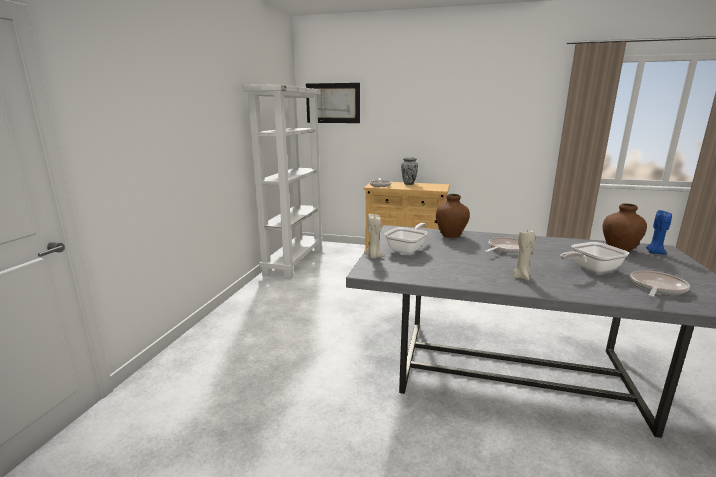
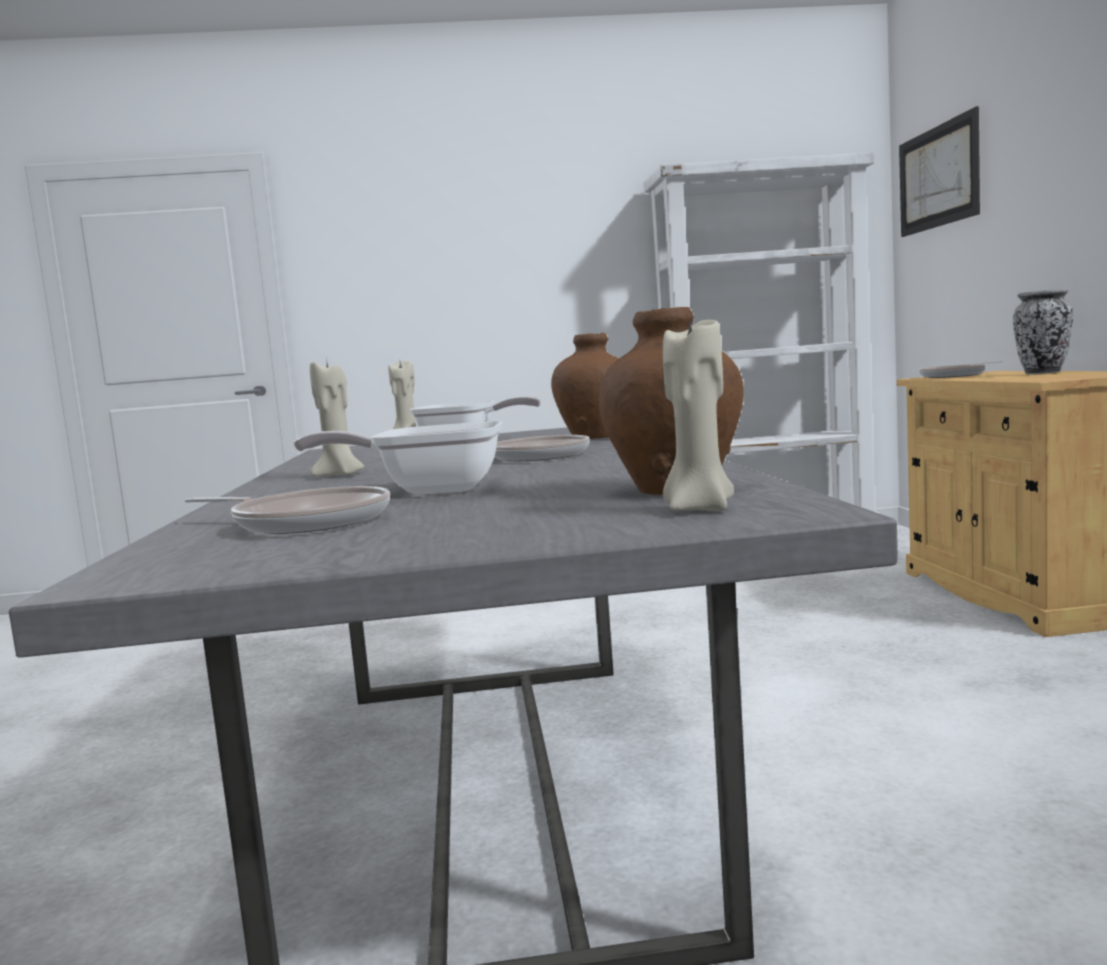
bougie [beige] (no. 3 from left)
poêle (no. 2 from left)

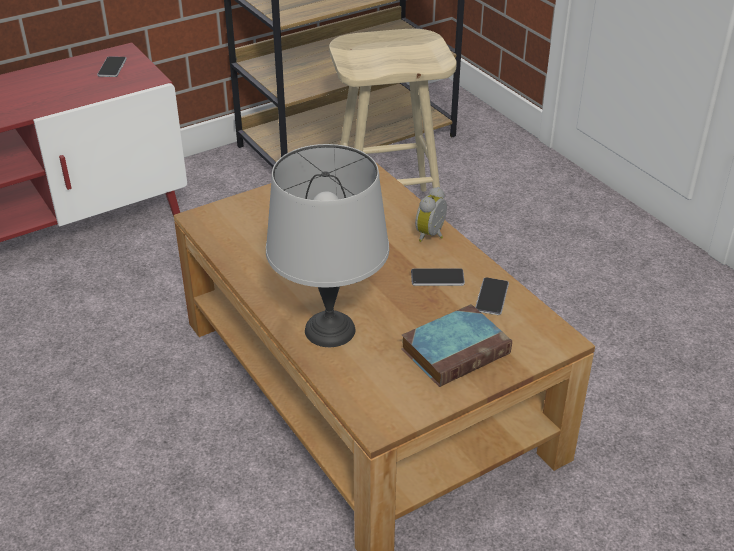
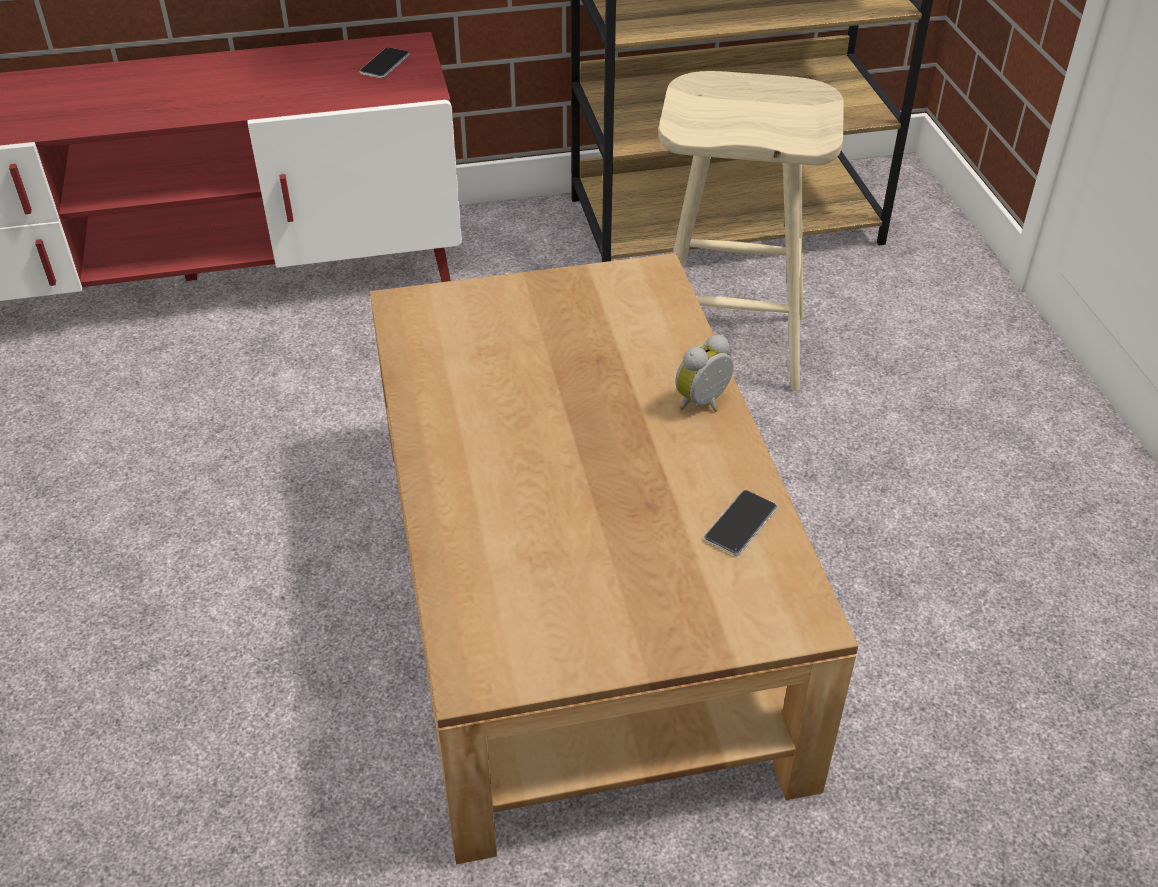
lampe de table [gris]
téléphone (no. 2 from left in the first image)
livre

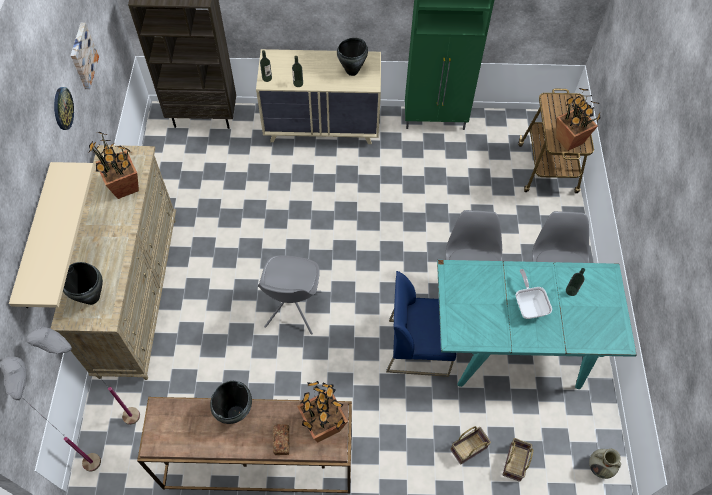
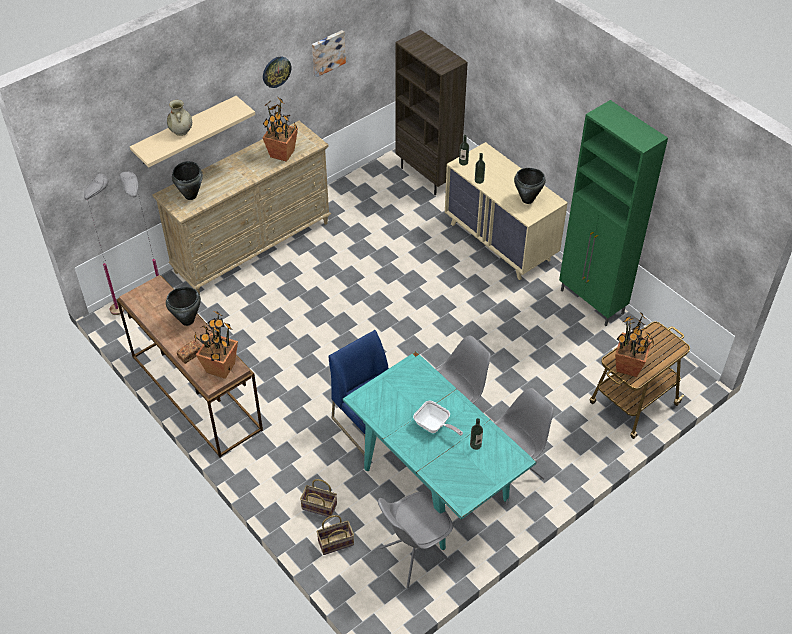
chaise [gris] (no. 1 from left)
poêle
vase [beige]

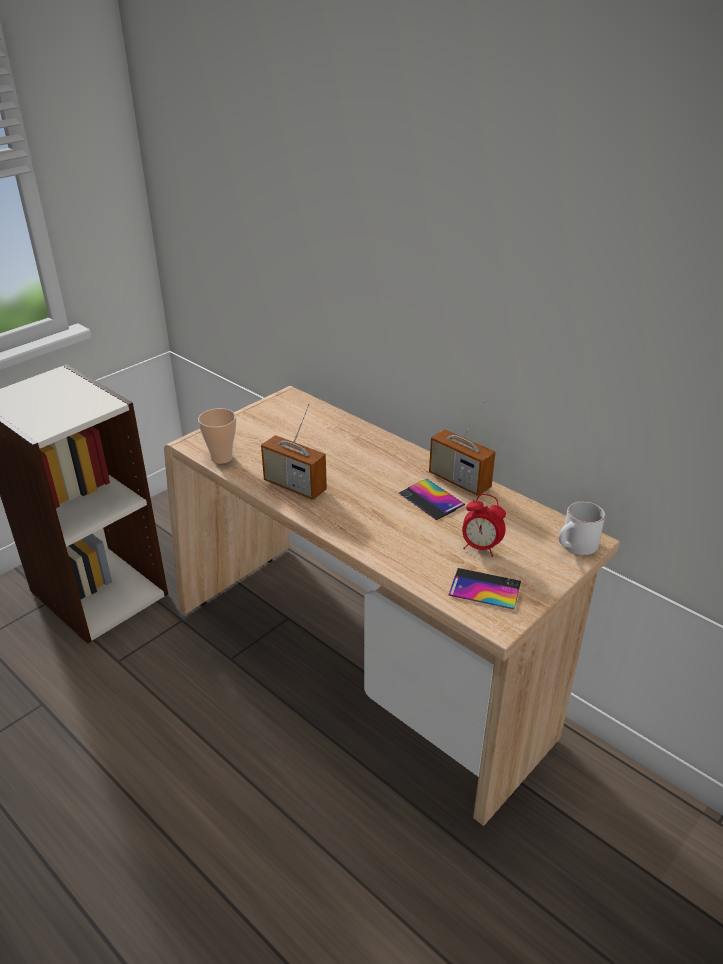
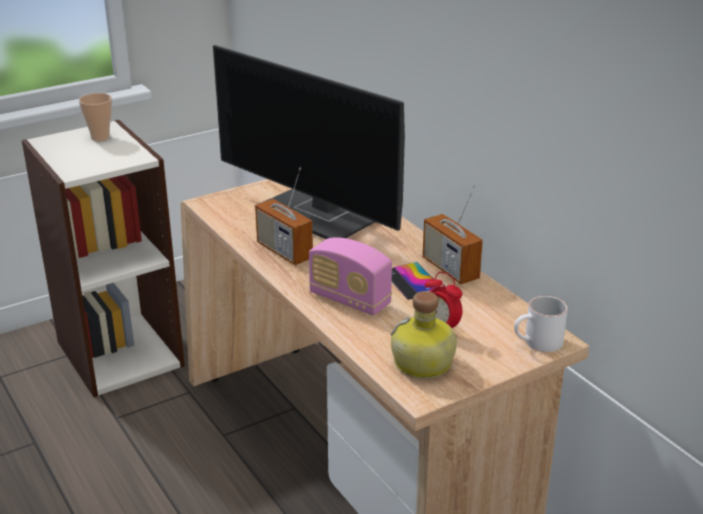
tasse
bouteille
écran d'ordinateur
radio (no. 2 from left)

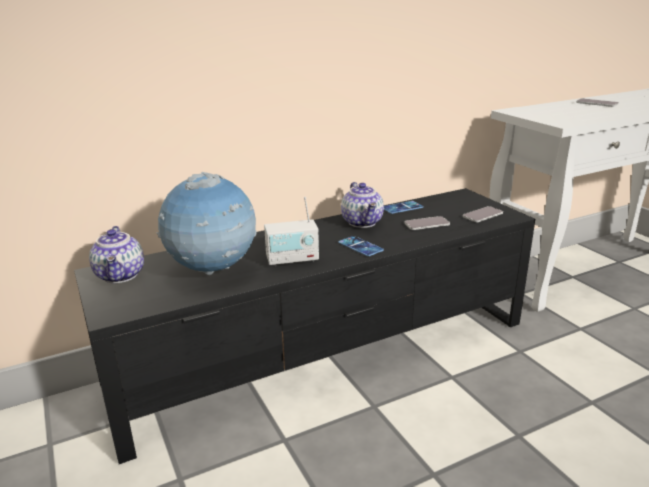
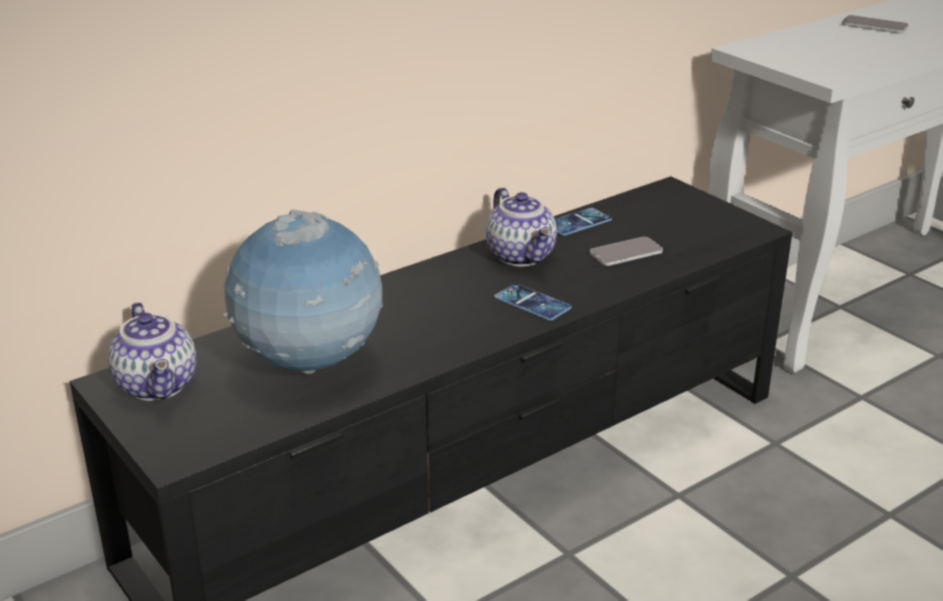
radio
téléphone (no. 4 from left in the first image)

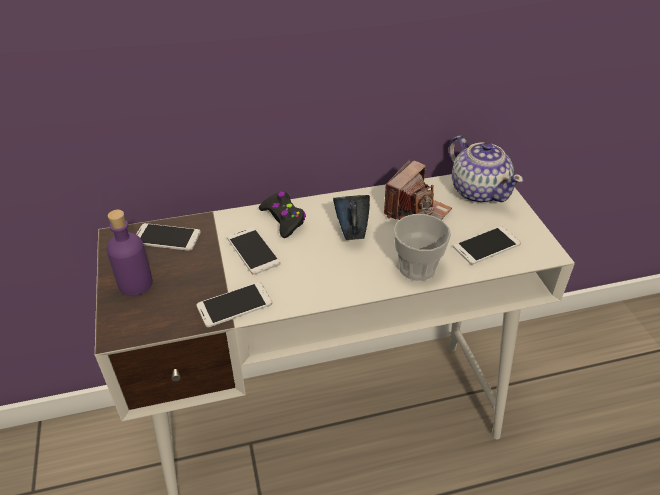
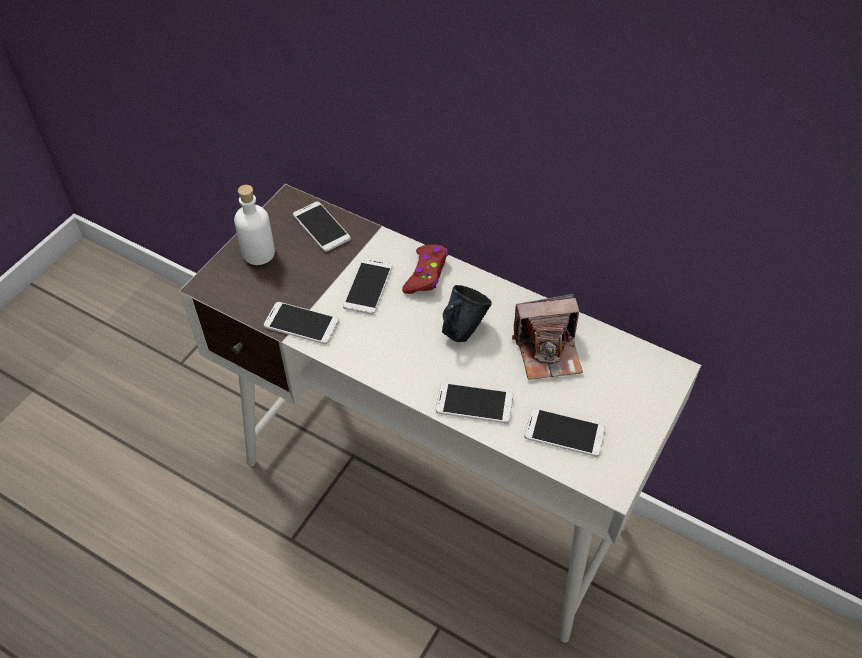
théière
manette [rouge]
bouteille [blanc]
téléphone (no. 4 from left)

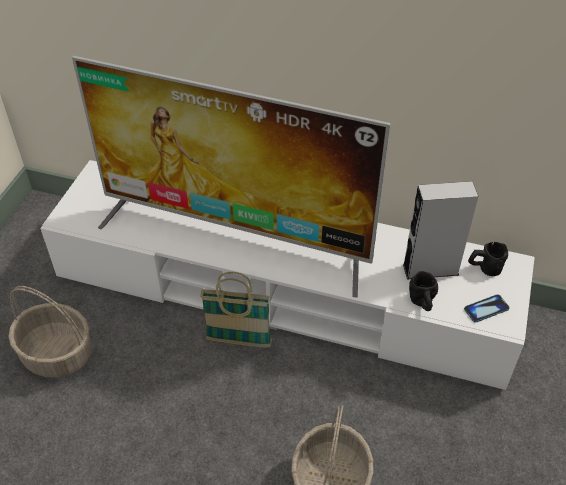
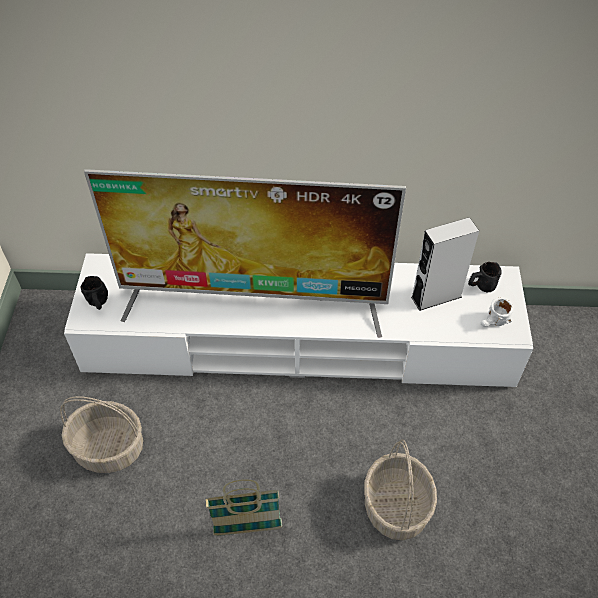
mug [noir] (no. 1 from left)
panier (no. 2 from left)
mug [blanc]

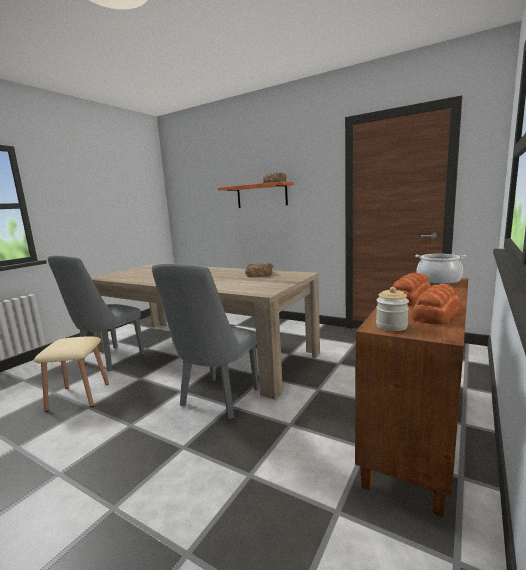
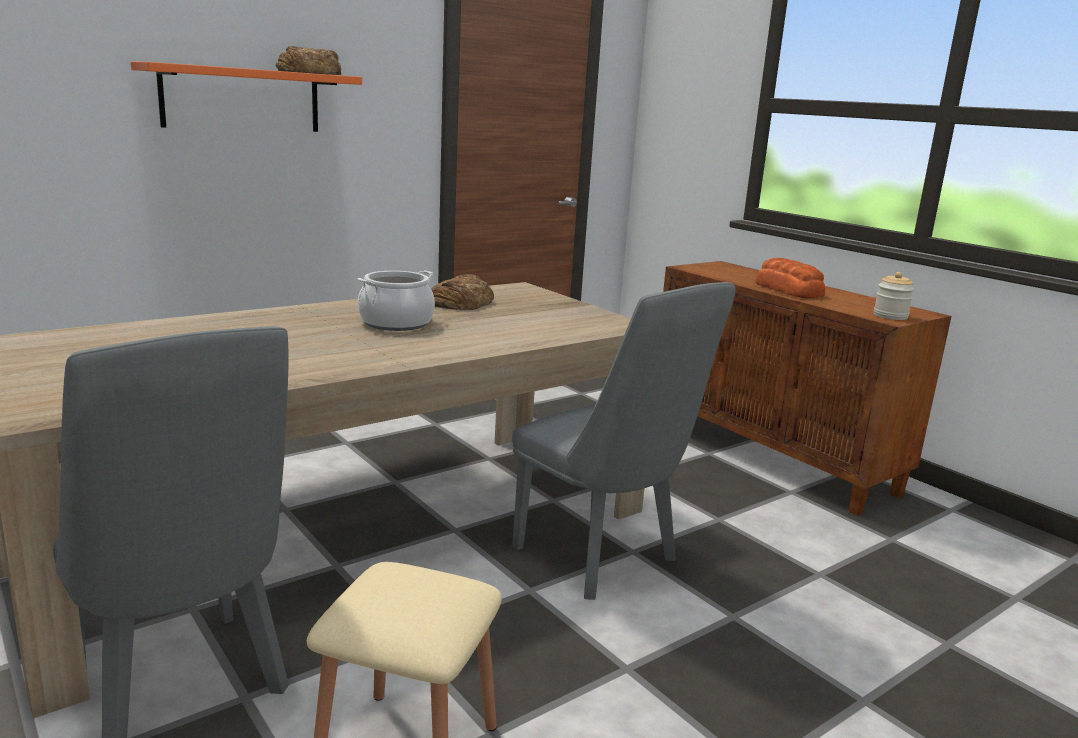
marmite
pain (no. 4 from left in the first image)

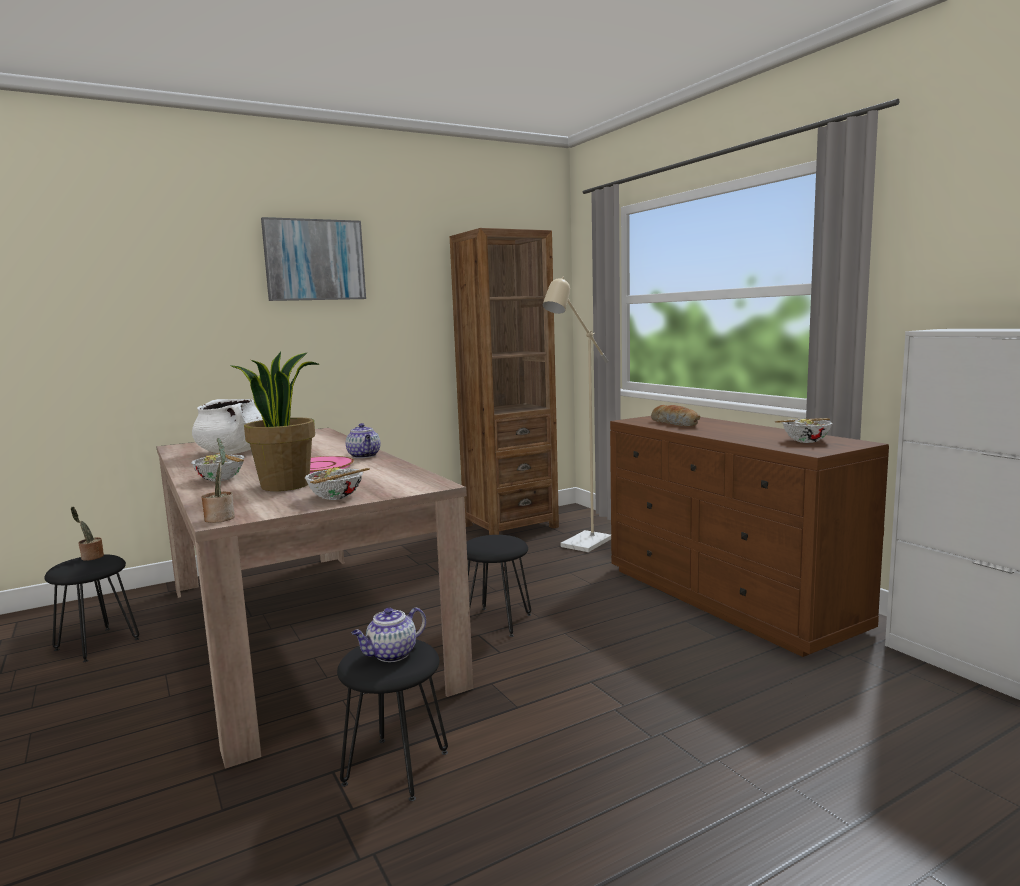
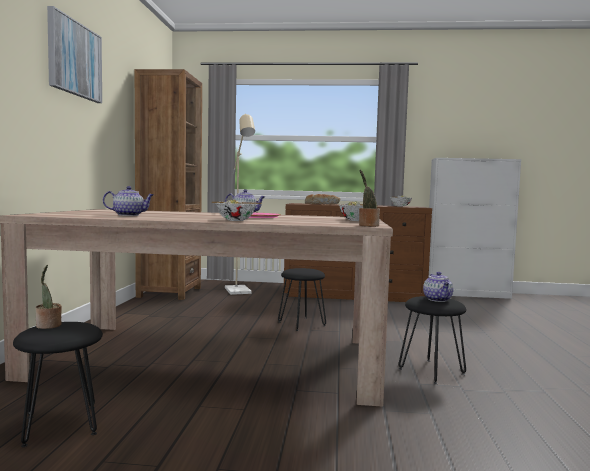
plante en pot (no. 3 from left in the first image)
théière (no. 1 from left)

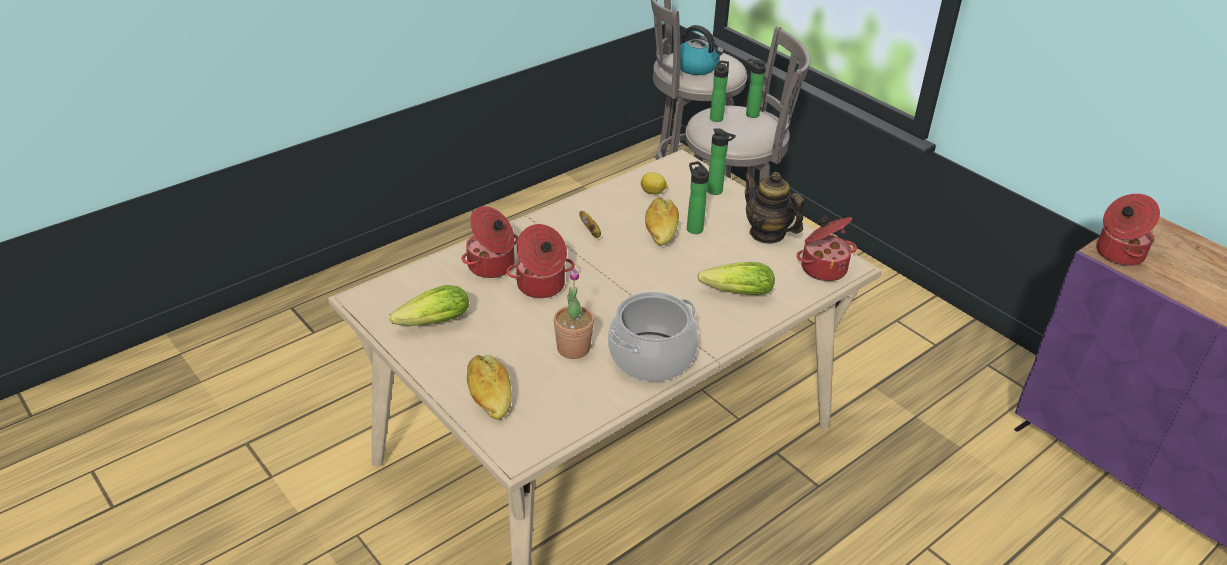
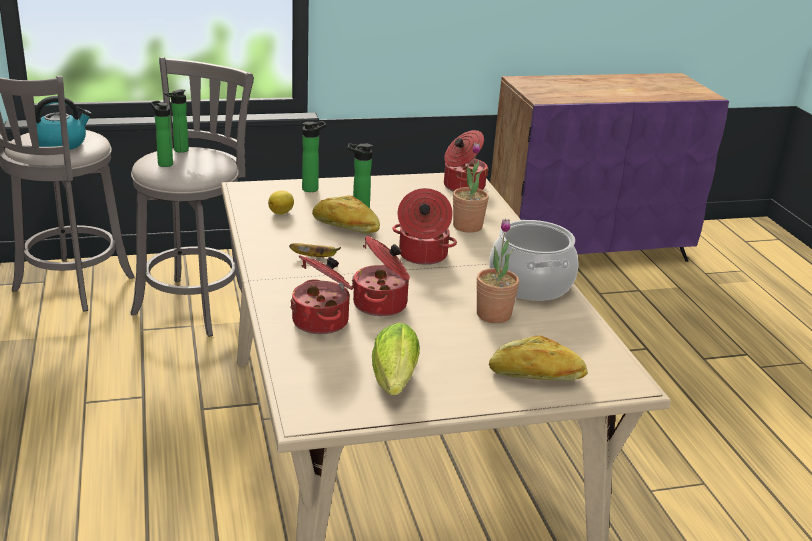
théière
marmite (no. 3 from left)
plante en pot (no. 1 from left)

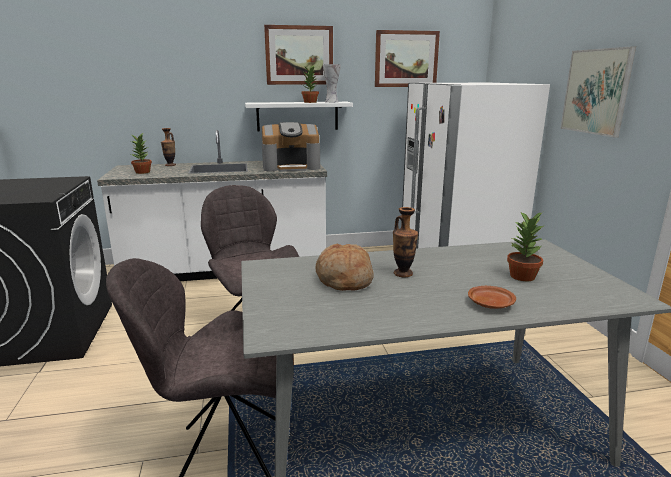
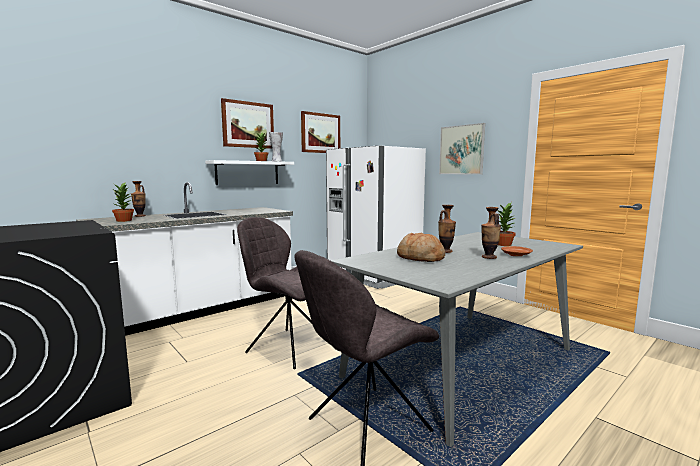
machine à café
vase (no. 4 from left)

